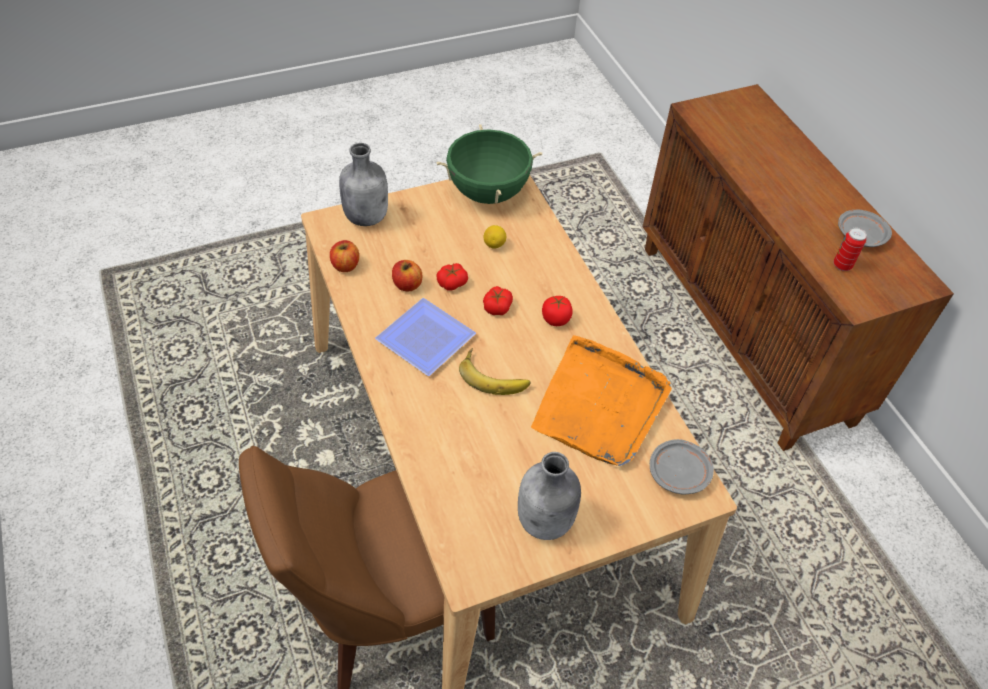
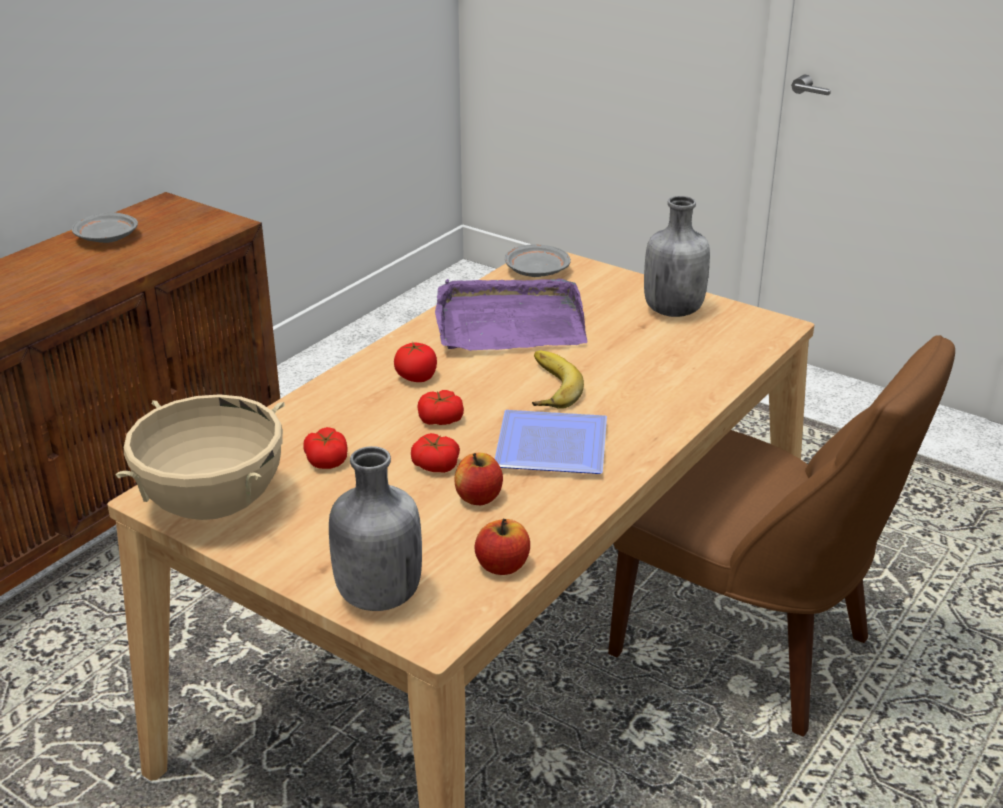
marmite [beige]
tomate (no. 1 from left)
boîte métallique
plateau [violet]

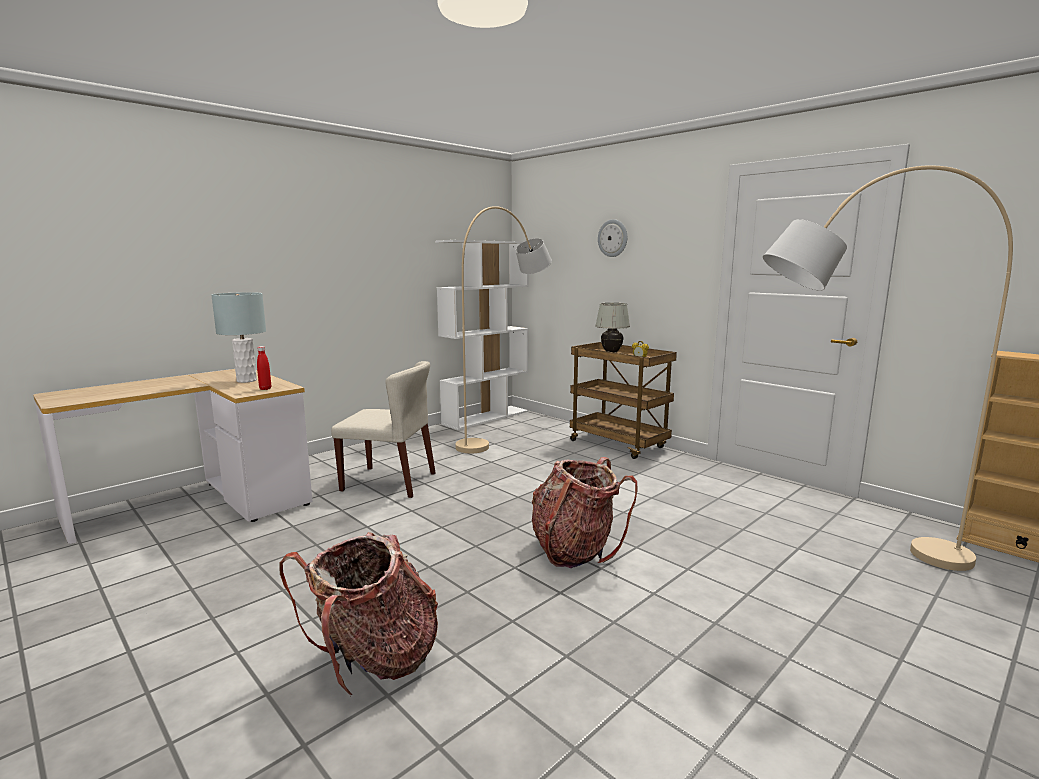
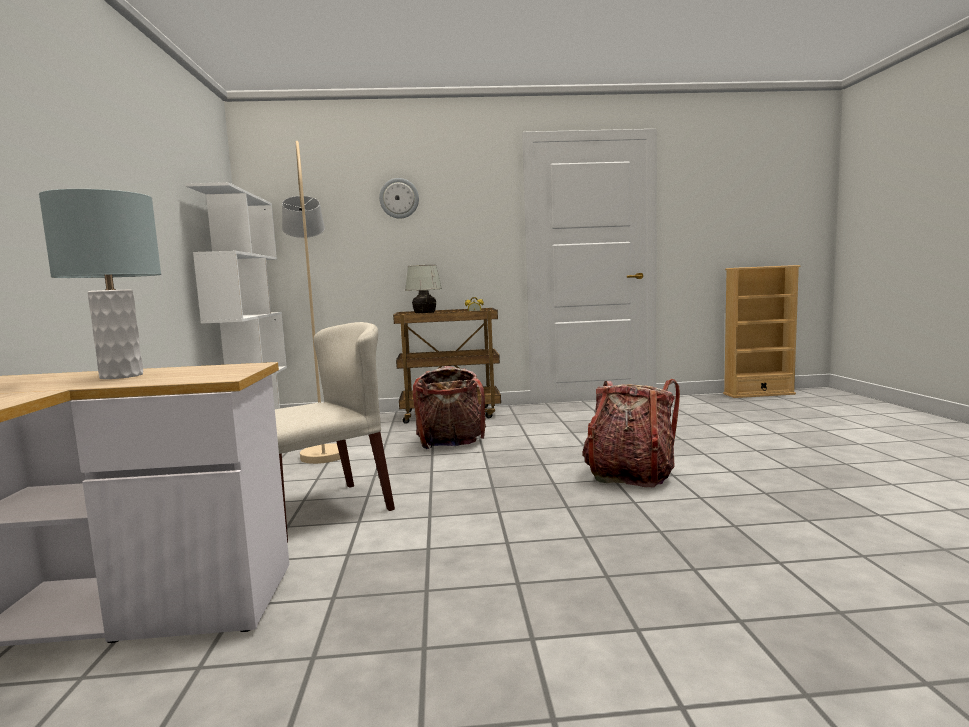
lampadaire [beige] (no. 2 from left in the first image)
bouteille [rouge]
sac à dos (no. 1 from left)

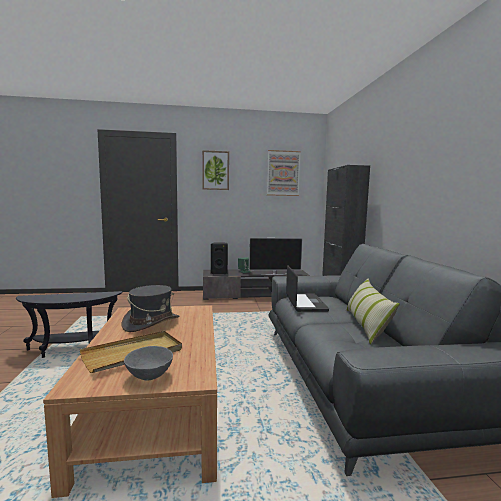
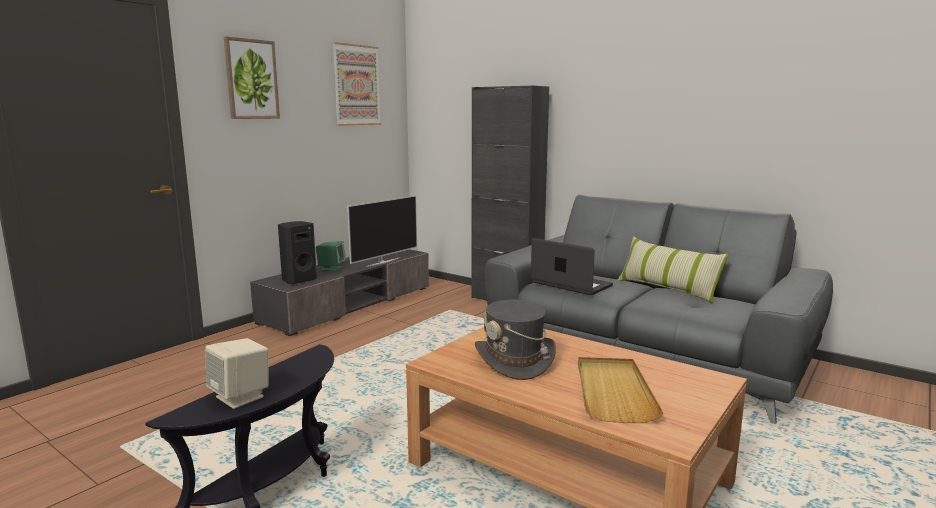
bol [gris]
enceinte [beige]

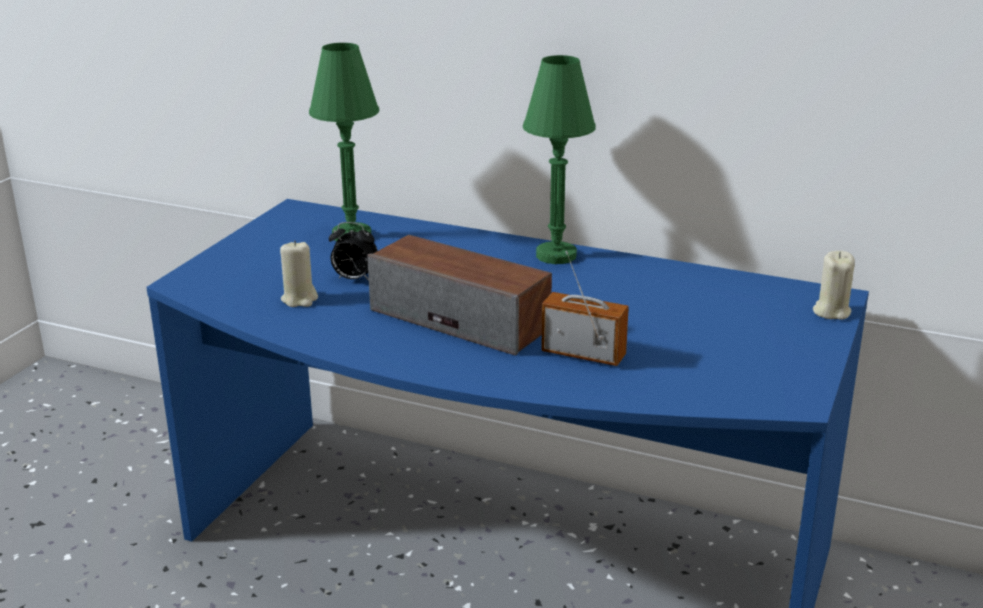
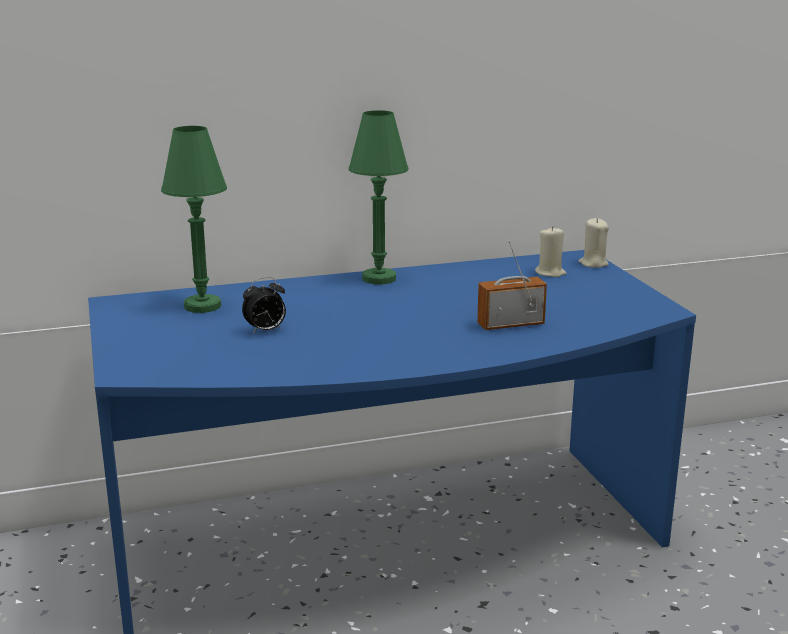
enceinte
bougie [beige] (no. 1 from left)

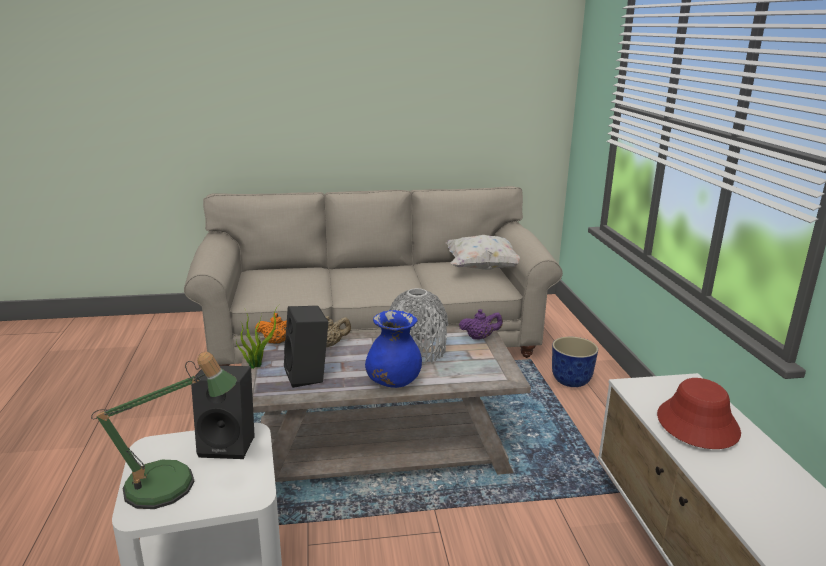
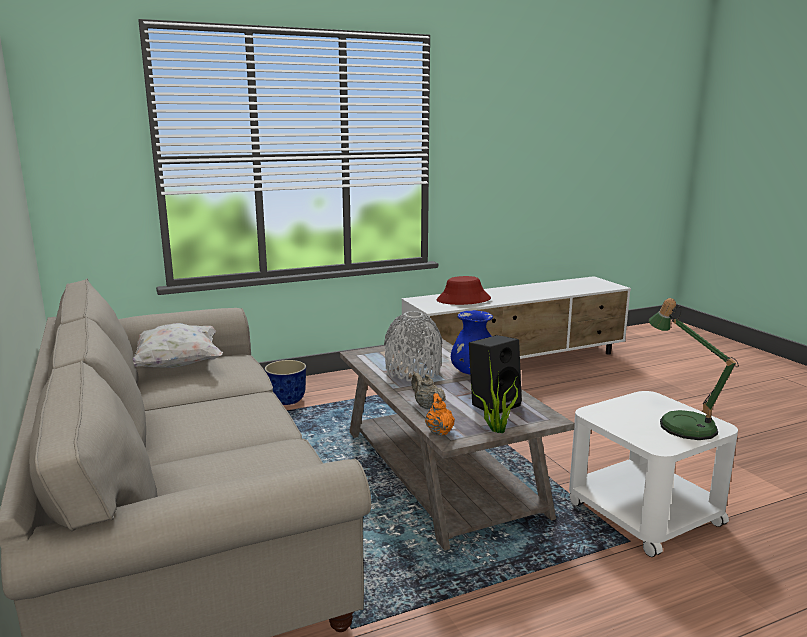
théière [violet]
enceinte [noir] (no. 1 from left in the first image)

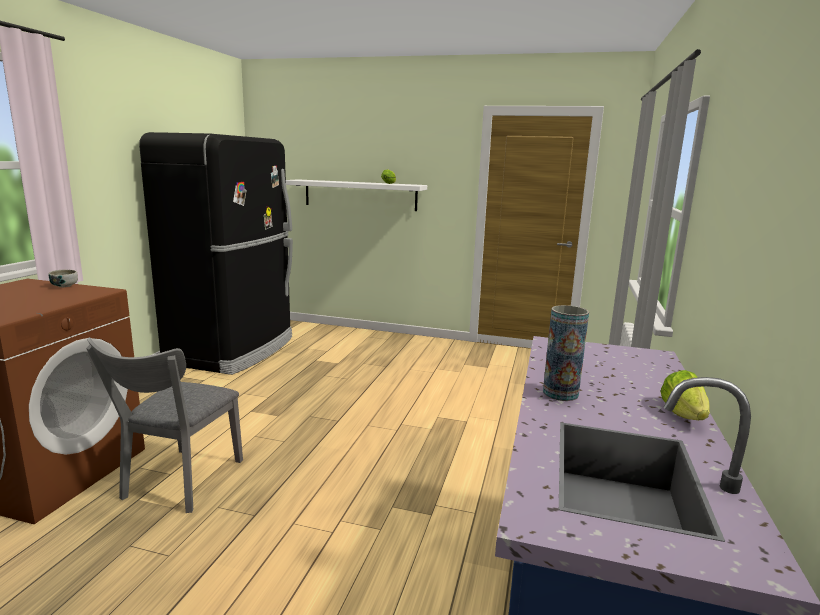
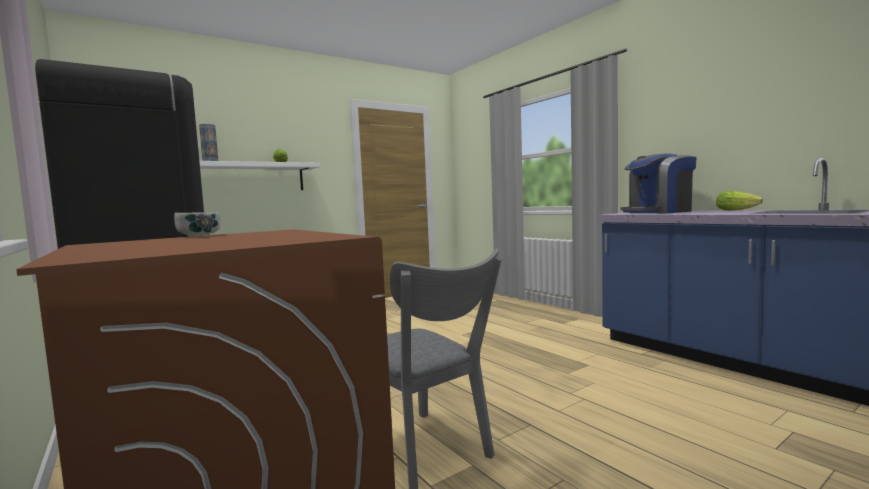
vase
machine à café

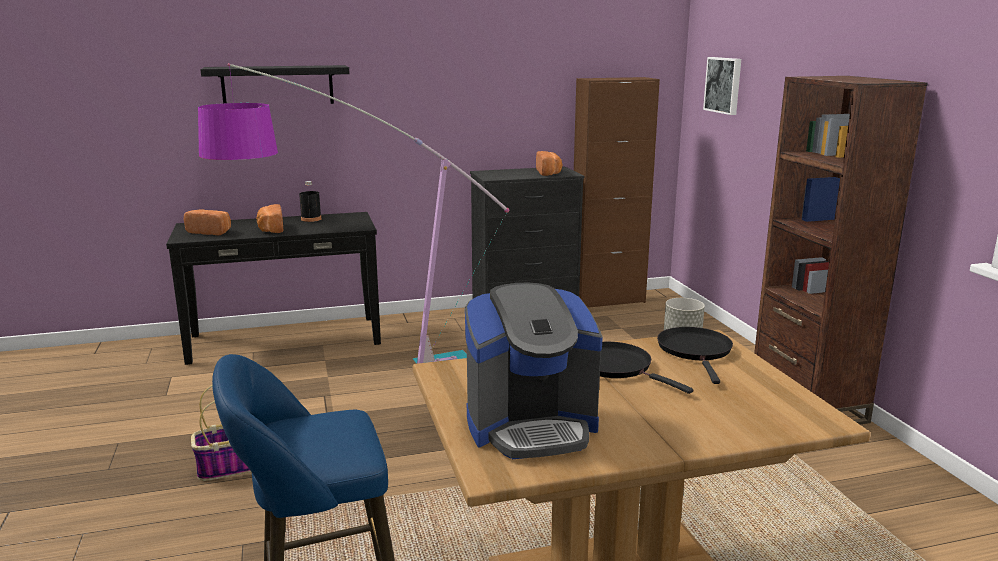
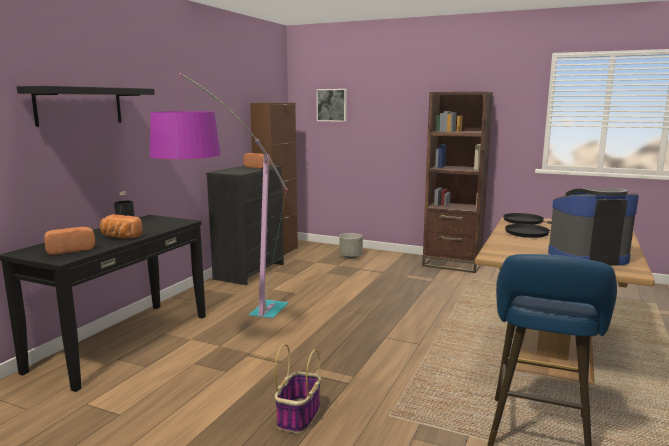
machine à café

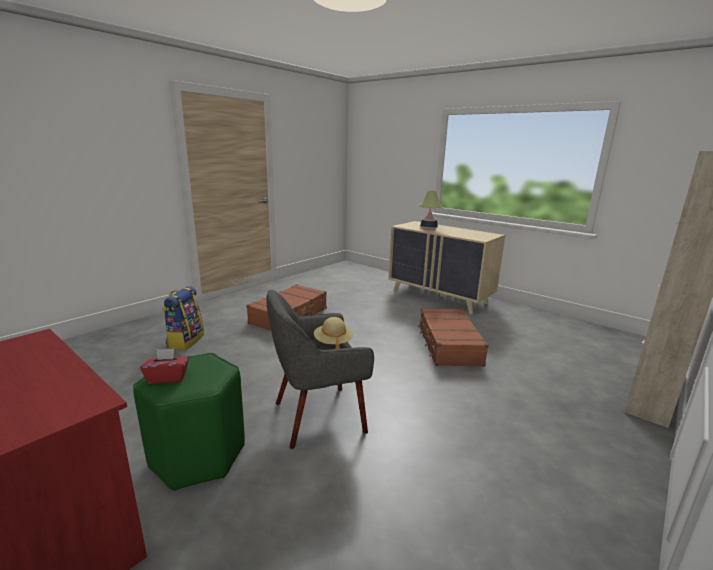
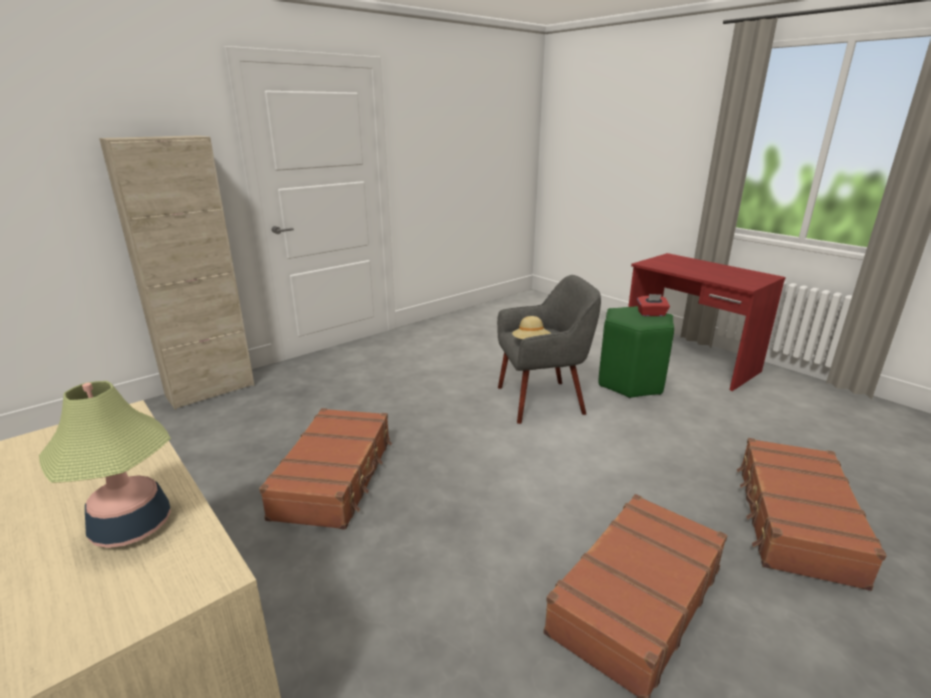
valise [marron] (no. 3 from left)

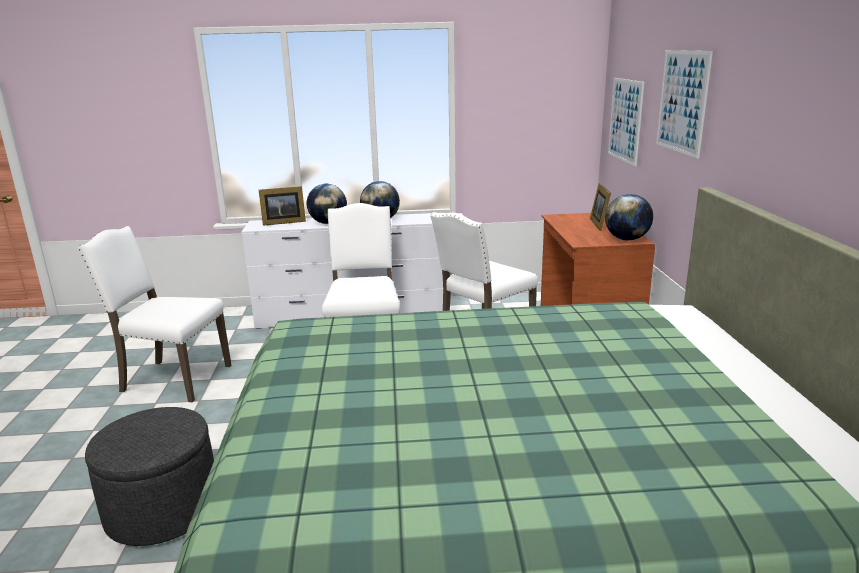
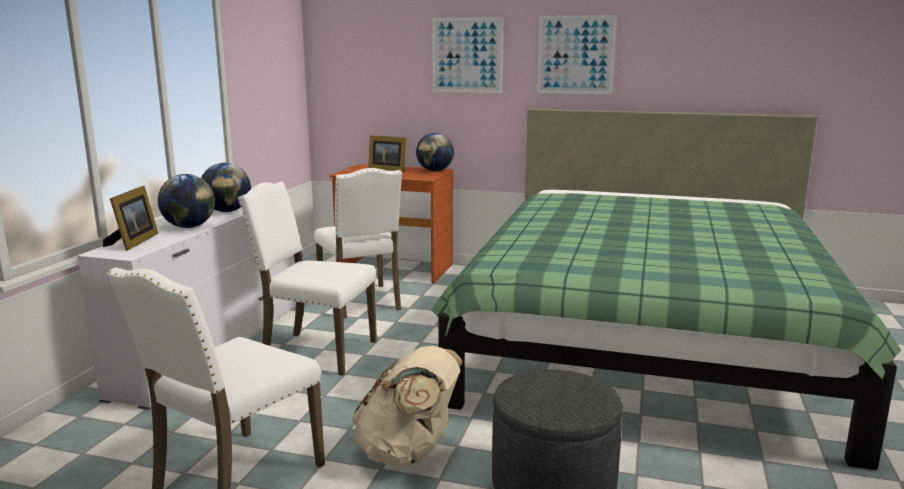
tableau (no. 2 from left)
sac à dos [beige]

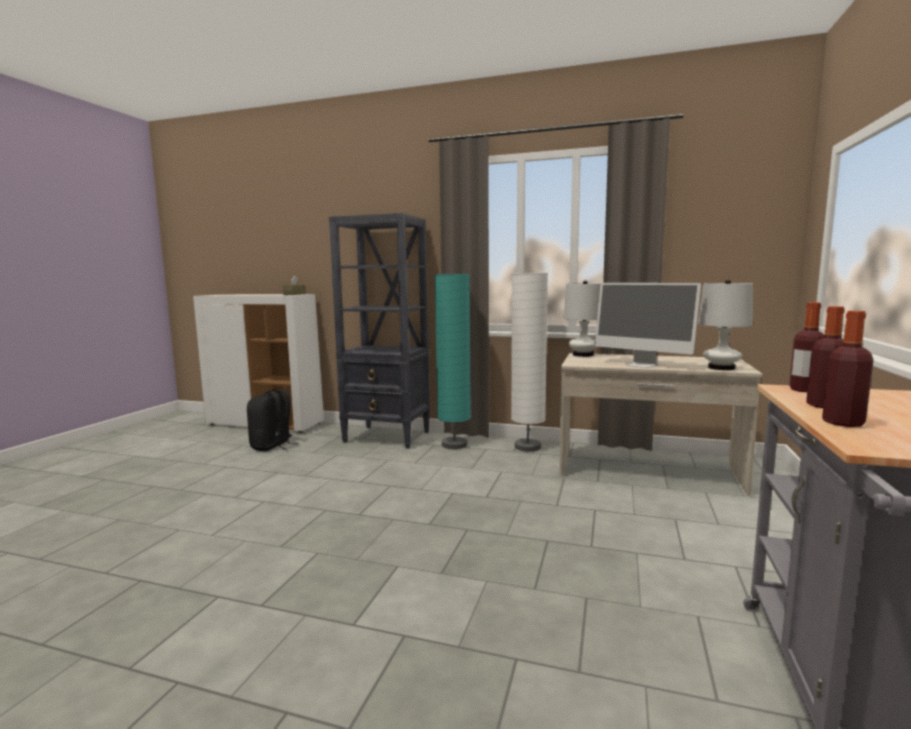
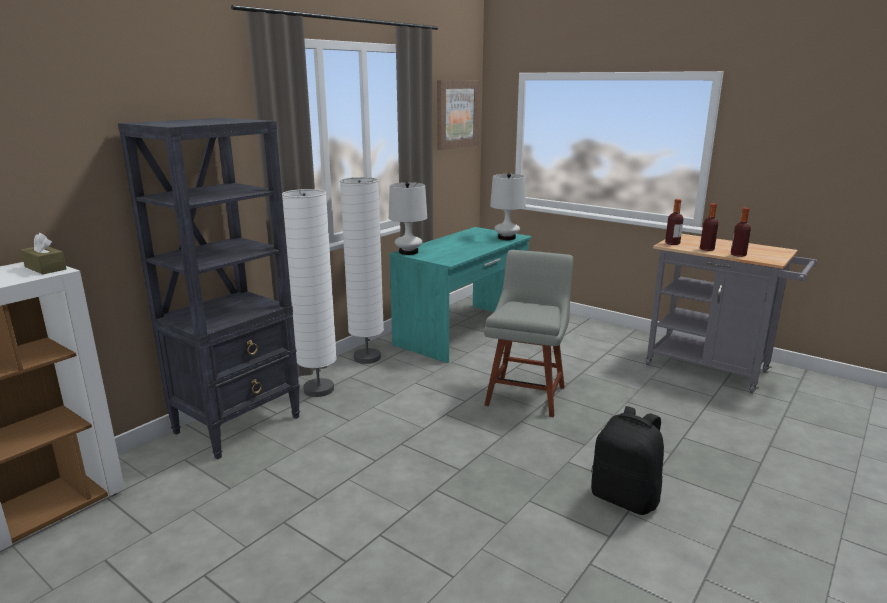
lampadaire [blanc] (no. 1 from left)
écran d'ordinateur
bureau [turquoise]
sac à dos [noir]
tableau
chaise [gris]

